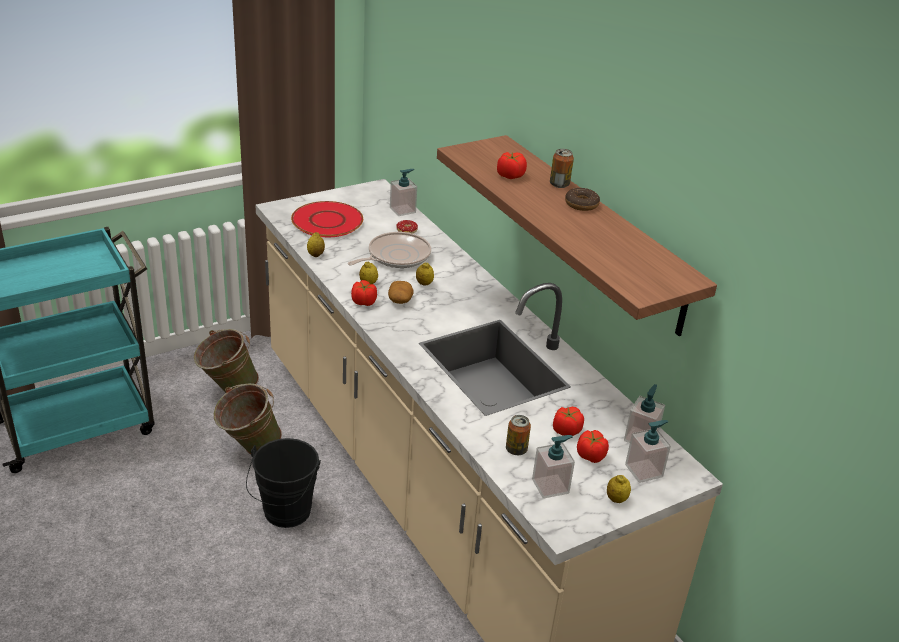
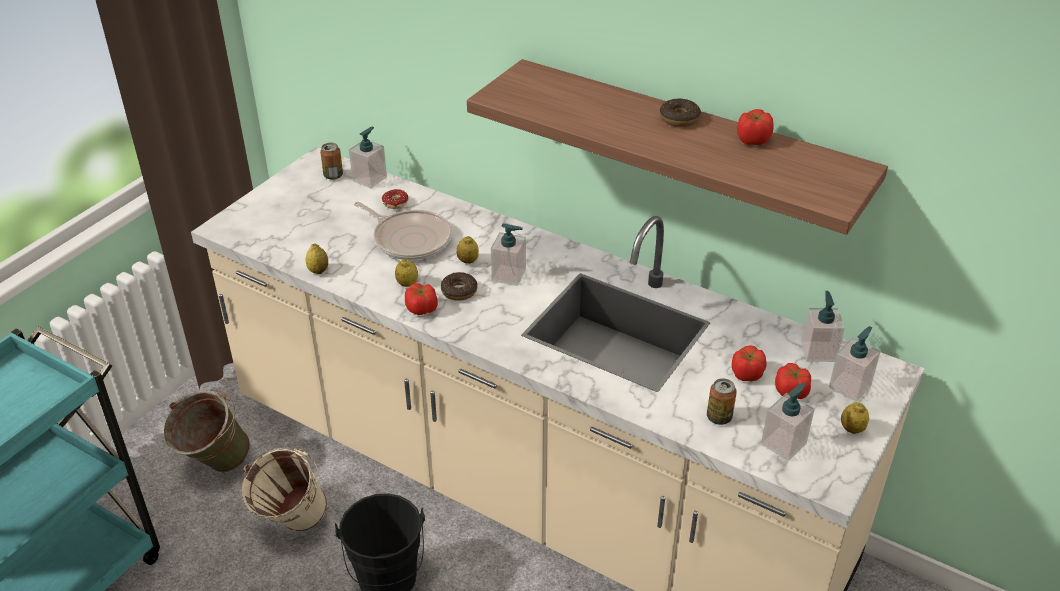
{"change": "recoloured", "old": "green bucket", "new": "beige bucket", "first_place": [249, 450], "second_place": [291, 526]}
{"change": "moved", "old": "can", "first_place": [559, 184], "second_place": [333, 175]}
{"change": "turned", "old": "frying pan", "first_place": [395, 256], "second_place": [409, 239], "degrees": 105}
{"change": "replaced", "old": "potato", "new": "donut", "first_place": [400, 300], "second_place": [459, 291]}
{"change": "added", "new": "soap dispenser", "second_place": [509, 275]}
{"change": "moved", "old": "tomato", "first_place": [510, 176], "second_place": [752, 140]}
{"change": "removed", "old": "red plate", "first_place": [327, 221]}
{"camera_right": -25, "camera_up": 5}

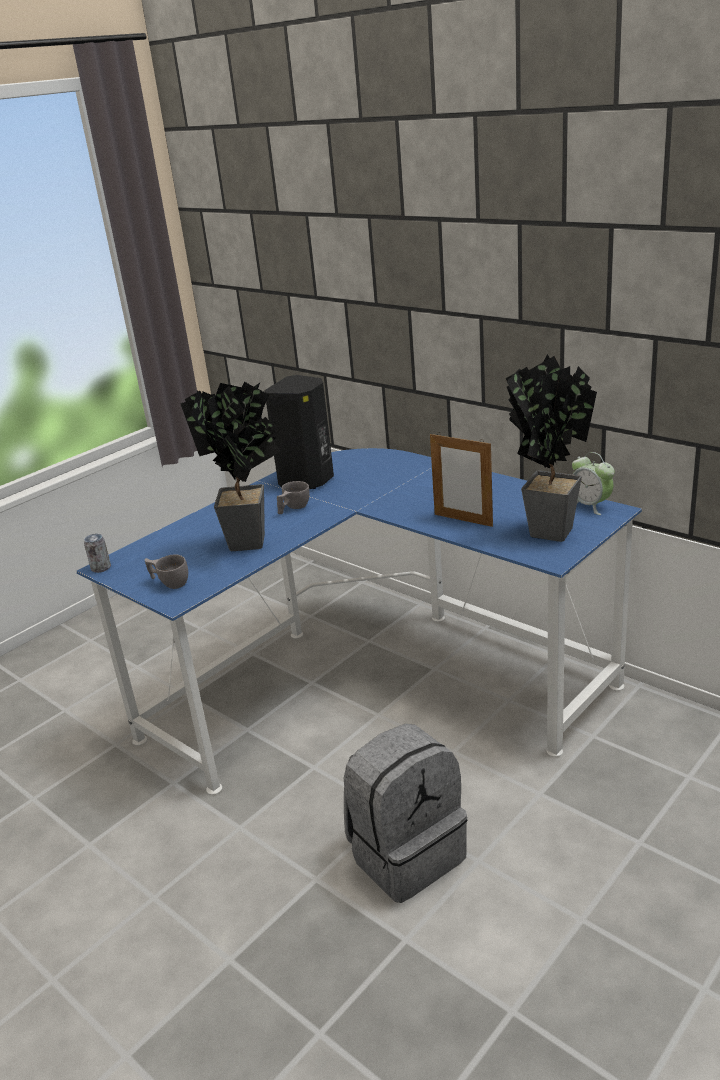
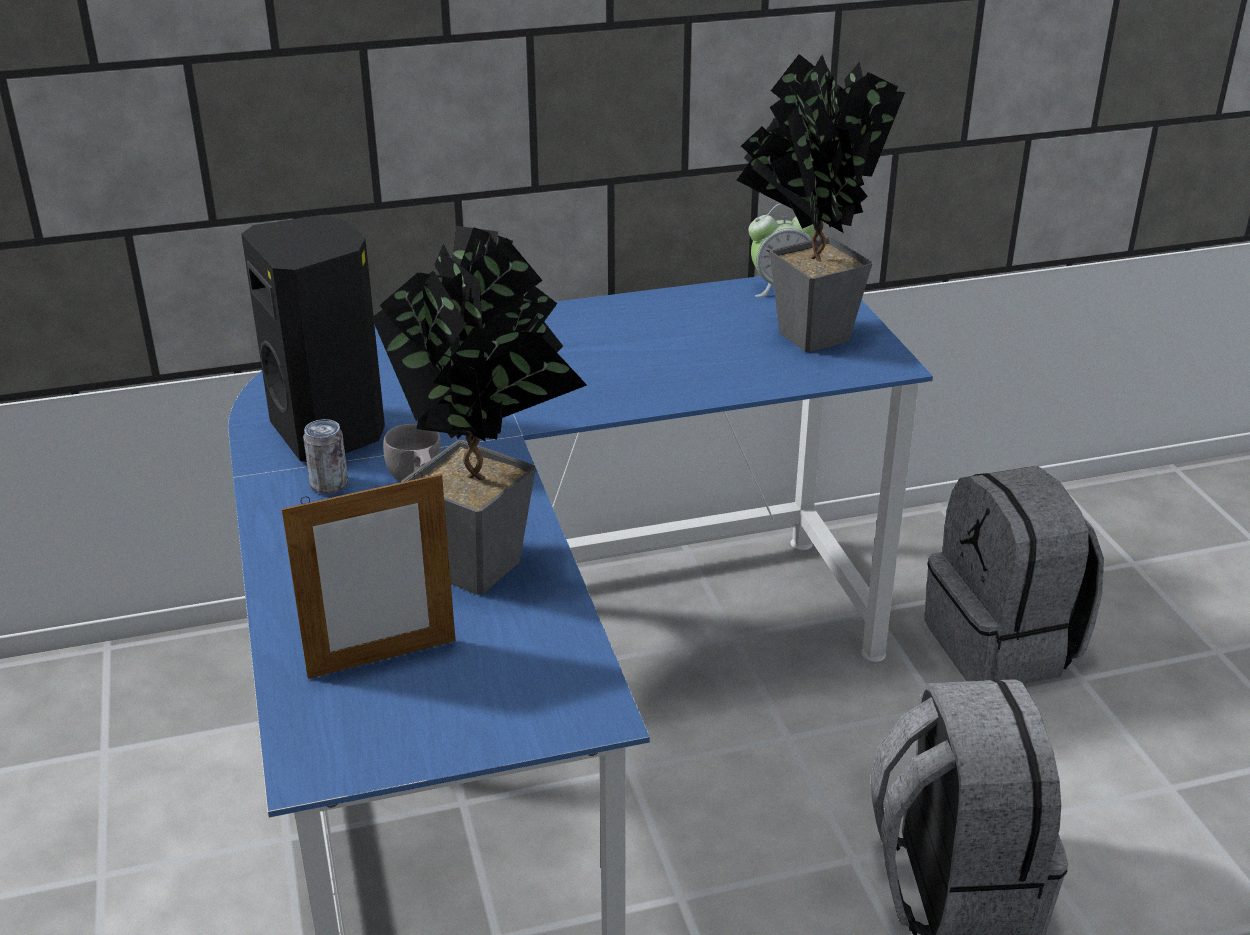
{"change": "moved", "old": "picture frame", "first_place": [463, 520], "second_place": [382, 658]}
{"change": "moved", "old": "can", "first_place": [101, 568], "second_place": [329, 484]}
{"change": "added", "new": "grey backpack", "second_place": [1003, 645]}
{"change": "removed", "old": "grey cup", "first_place": [169, 582]}
{"camera_right": -60, "camera_up": 5}

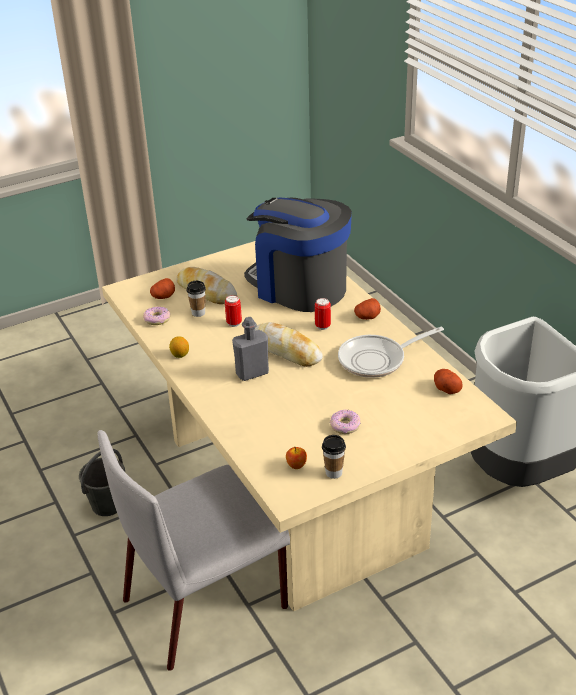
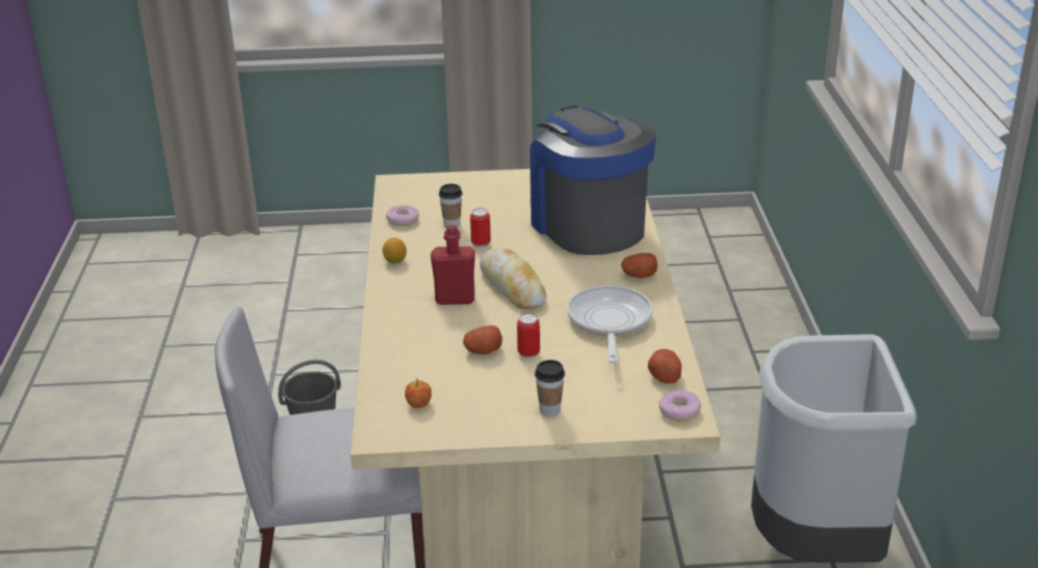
{"change": "recoloured", "old": "grey bottle", "new": "red bottle", "first_place": [252, 373], "second_place": [455, 299]}
{"change": "moved", "old": "potato", "first_place": [163, 296], "second_place": [483, 351]}
{"change": "moved", "old": "can", "first_place": [322, 326], "second_place": [528, 354]}
{"change": "moved", "old": "cup", "first_place": [333, 472], "second_place": [550, 409]}
{"change": "turned", "old": "frying pan", "first_place": [377, 360], "second_place": [609, 323], "degrees": 90}
{"change": "moved", "old": "donut", "first_place": [345, 426], "second_place": [680, 411]}
{"change": "removed", "old": "bread", "first_place": [206, 291]}
{"camera_right": 25, "camera_up": -5}

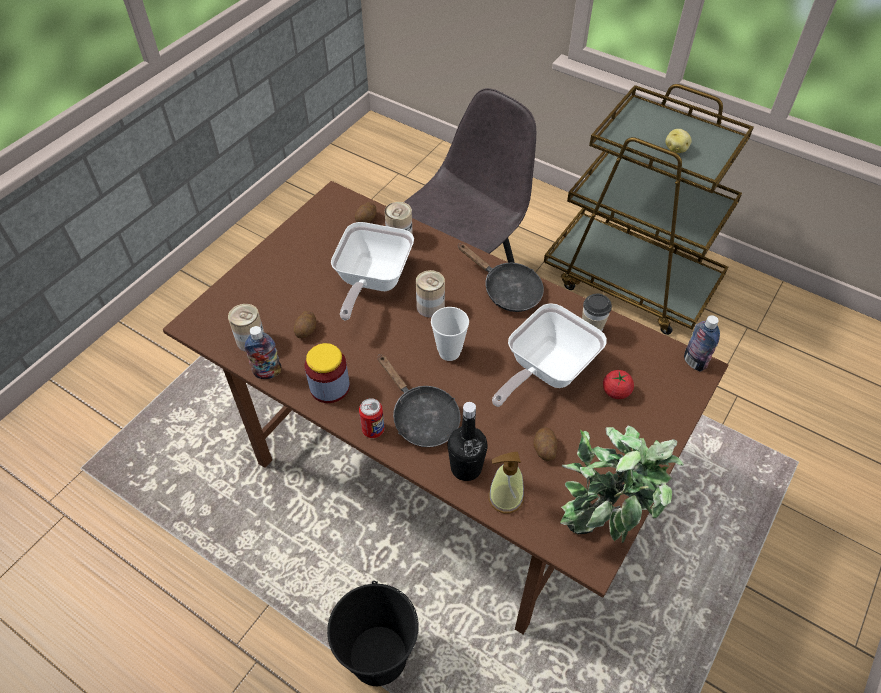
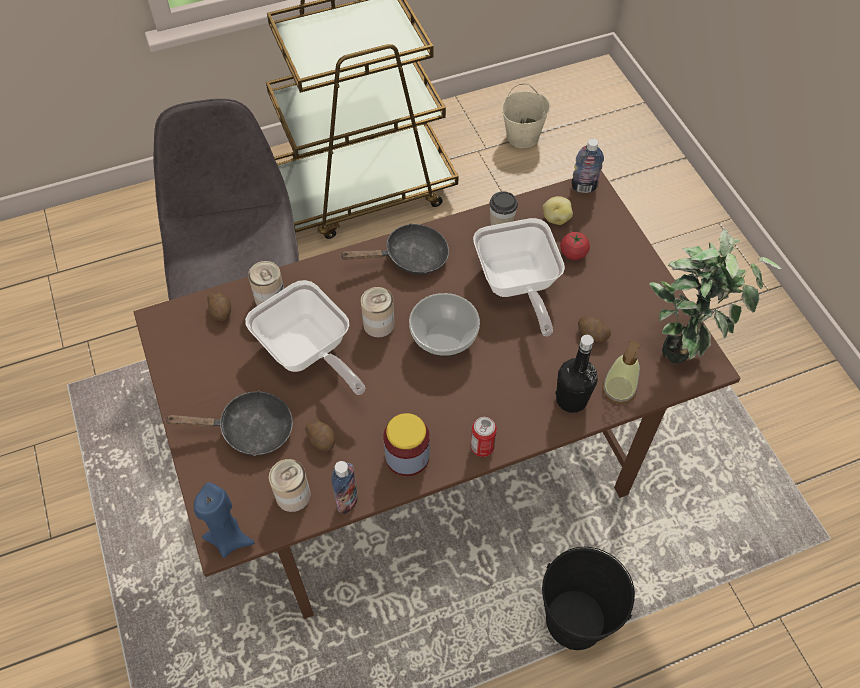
{"change": "moved", "old": "black frying pan", "first_place": [421, 417], "second_place": [249, 430]}
{"change": "added", "new": "blue candle", "second_place": [229, 538]}
{"change": "replaced", "old": "cup", "new": "bowl", "first_place": [449, 352], "second_place": [443, 341]}
{"change": "added", "new": "beige bucket", "second_place": [523, 136]}
{"change": "moved", "old": "potato", "first_place": [676, 149], "second_place": [556, 218]}
{"camera_right": -55, "camera_up": 5}

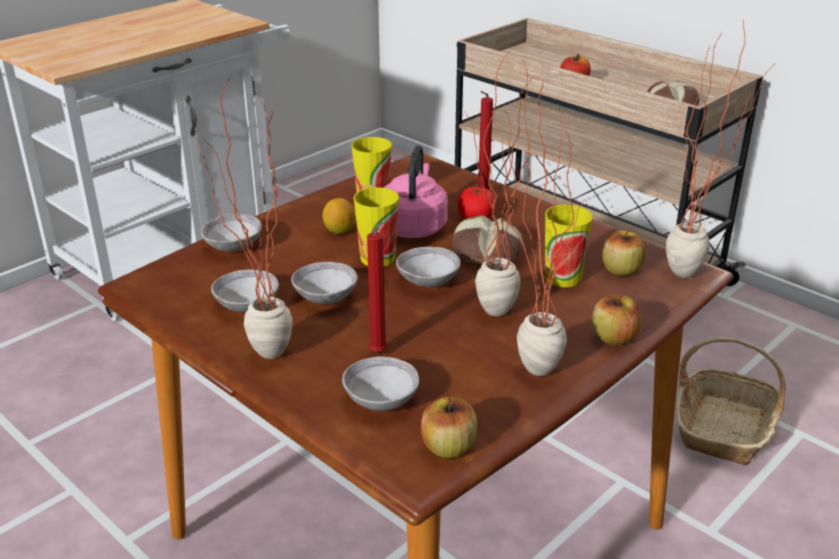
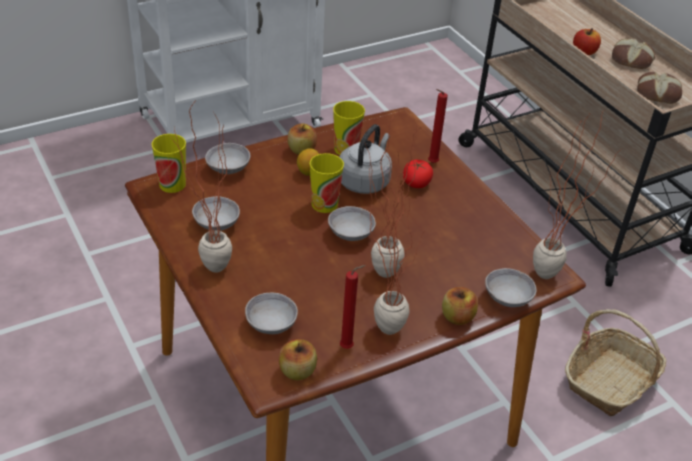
{"change": "moved", "old": "cup", "first_place": [562, 277], "second_place": [172, 184]}
{"change": "moved", "old": "apple", "first_place": [621, 270], "second_place": [301, 150]}
{"change": "recoloured", "old": "pink kettle", "new": "grey kettle", "first_place": [414, 226], "second_place": [365, 181]}
{"change": "moved", "old": "red candle", "first_place": [381, 352], "second_place": [348, 347]}
{"change": "moved", "old": "grey bowl", "first_place": [325, 297], "second_place": [507, 298]}
{"change": "moved", "old": "bread", "first_place": [486, 251], "second_place": [631, 60]}
{"camera_right": 15, "camera_up": 10}

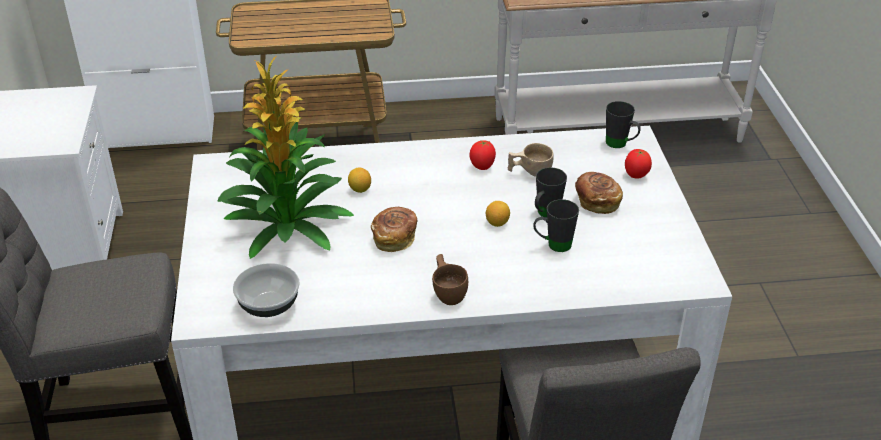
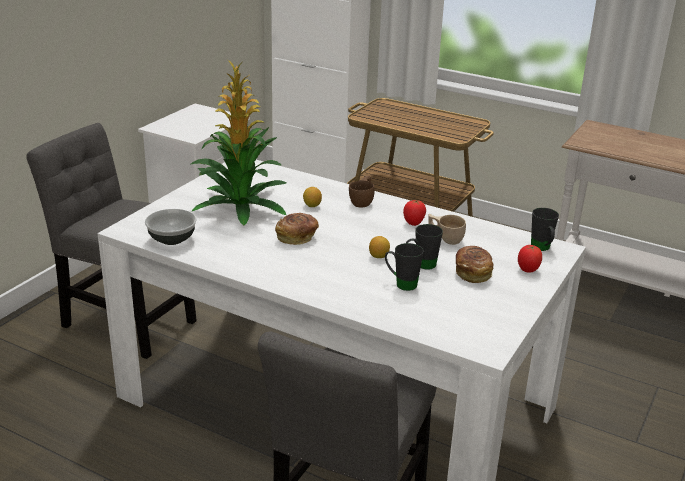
{"change": "moved", "old": "brown cup", "first_place": [448, 291], "second_place": [363, 201]}
{"camera_right": 35, "camera_up": -10}

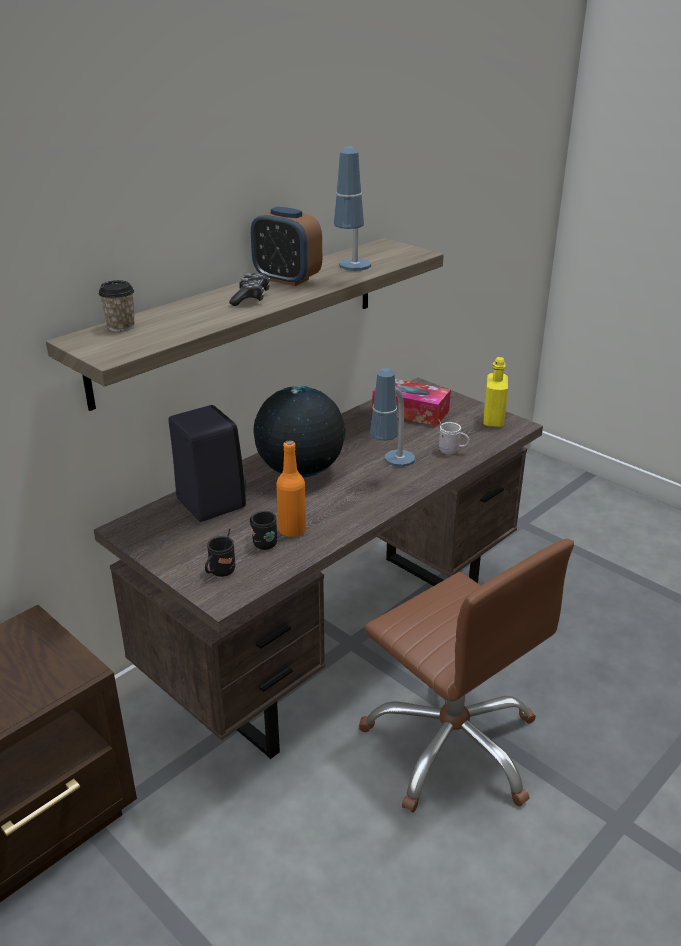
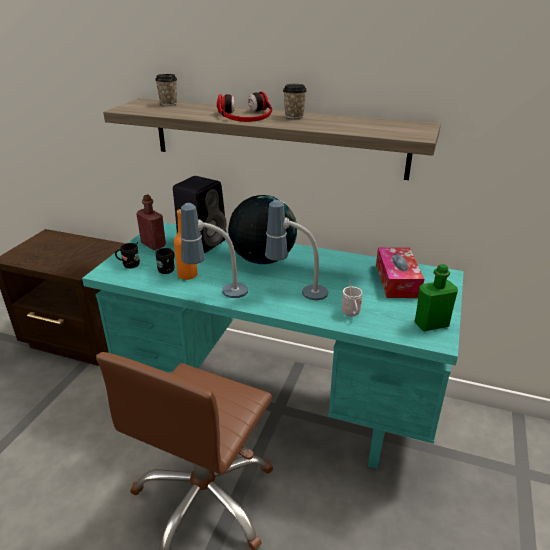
{"change": "recoloured", "old": "brown desk", "new": "turquoise desk", "first_place": [340, 641], "second_place": [277, 402]}
{"change": "added", "new": "red bottle", "second_place": [153, 245]}
{"change": "moved", "old": "table lamp", "first_place": [352, 273], "second_place": [217, 294]}
{"change": "replaced", "old": "game controller", "new": "headphones", "first_place": [251, 298], "second_place": [246, 115]}
{"change": "replaced", "old": "alarm clock", "new": "cup", "first_place": [287, 279], "second_place": [294, 116]}
{"change": "recoloured", "old": "yellow bottle", "new": "green bottle", "first_place": [493, 420], "second_place": [431, 324]}
{"camera_right": 65, "camera_up": 0}

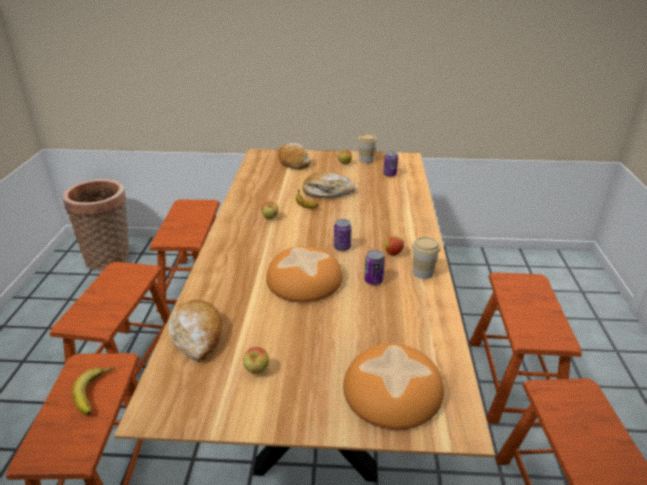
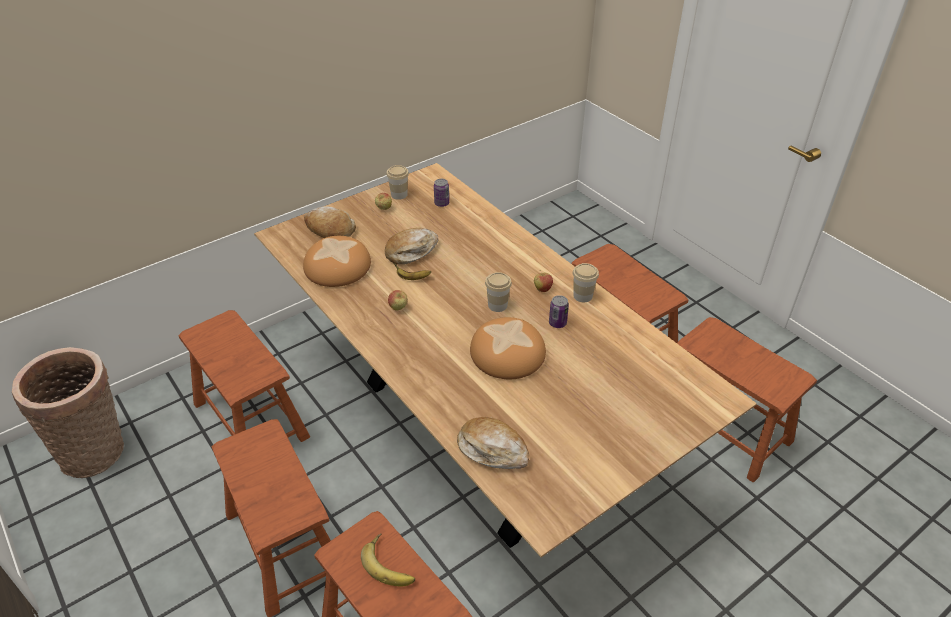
{"change": "moved", "old": "bread", "first_place": [393, 390], "second_place": [337, 266]}
{"change": "replaced", "old": "can", "new": "cup", "first_place": [342, 247], "second_place": [497, 305]}
{"change": "removed", "old": "apple", "first_place": [257, 371]}
{"camera_right": -40, "camera_up": 10}

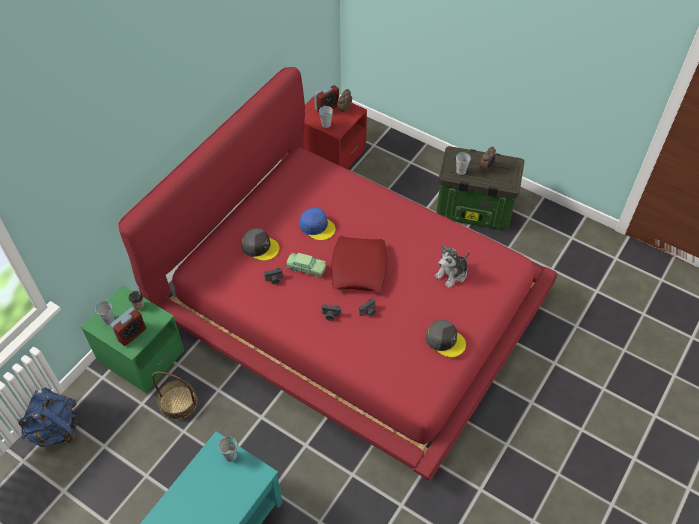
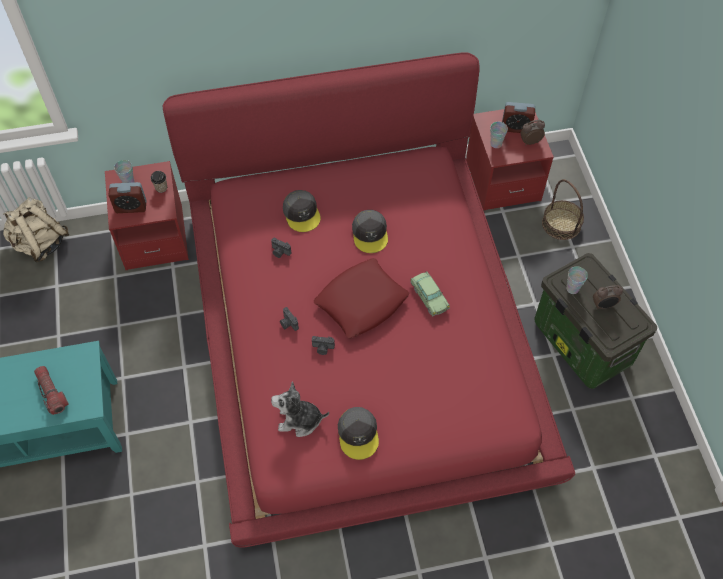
{"change": "recoloured", "old": "blue backpack", "new": "beige backpack", "first_place": [56, 429], "second_place": [40, 244]}
{"change": "added", "new": "flashlight", "second_place": [52, 393]}
{"change": "recoloured", "old": "green nightstand", "new": "red nightstand", "first_place": [141, 356], "second_place": [154, 237]}
{"change": "moved", "old": "plush toy", "first_place": [452, 274], "second_place": [299, 420]}
{"change": "recoloured", "old": "blue cap", "new": "grey cap", "first_place": [317, 226], "second_place": [370, 234]}
{"change": "moved", "old": "toy car", "first_place": [306, 268], "second_place": [429, 297]}
{"change": "moved", "old": "basket", "first_place": [178, 402], "second_place": [561, 224]}
{"change": "removed", "old": "cup", "first_place": [230, 456]}
{"camera_right": 45, "camera_up": 5}

